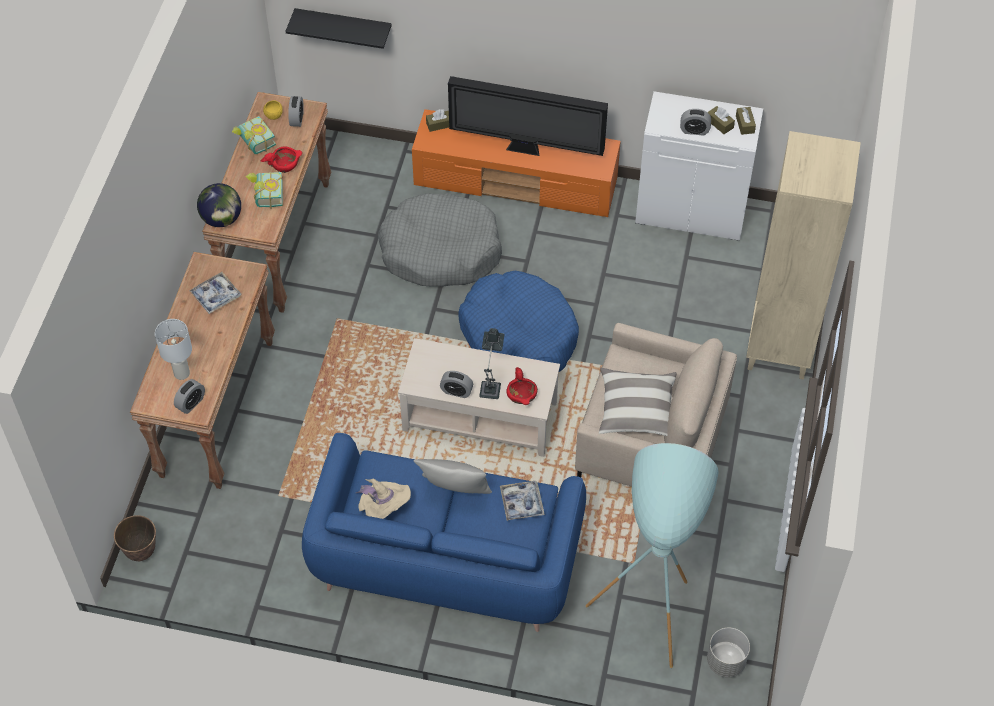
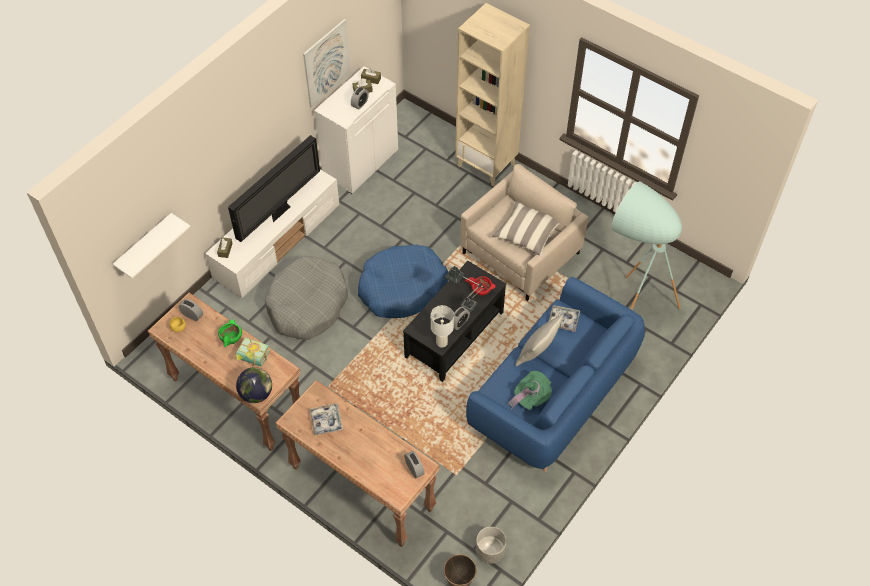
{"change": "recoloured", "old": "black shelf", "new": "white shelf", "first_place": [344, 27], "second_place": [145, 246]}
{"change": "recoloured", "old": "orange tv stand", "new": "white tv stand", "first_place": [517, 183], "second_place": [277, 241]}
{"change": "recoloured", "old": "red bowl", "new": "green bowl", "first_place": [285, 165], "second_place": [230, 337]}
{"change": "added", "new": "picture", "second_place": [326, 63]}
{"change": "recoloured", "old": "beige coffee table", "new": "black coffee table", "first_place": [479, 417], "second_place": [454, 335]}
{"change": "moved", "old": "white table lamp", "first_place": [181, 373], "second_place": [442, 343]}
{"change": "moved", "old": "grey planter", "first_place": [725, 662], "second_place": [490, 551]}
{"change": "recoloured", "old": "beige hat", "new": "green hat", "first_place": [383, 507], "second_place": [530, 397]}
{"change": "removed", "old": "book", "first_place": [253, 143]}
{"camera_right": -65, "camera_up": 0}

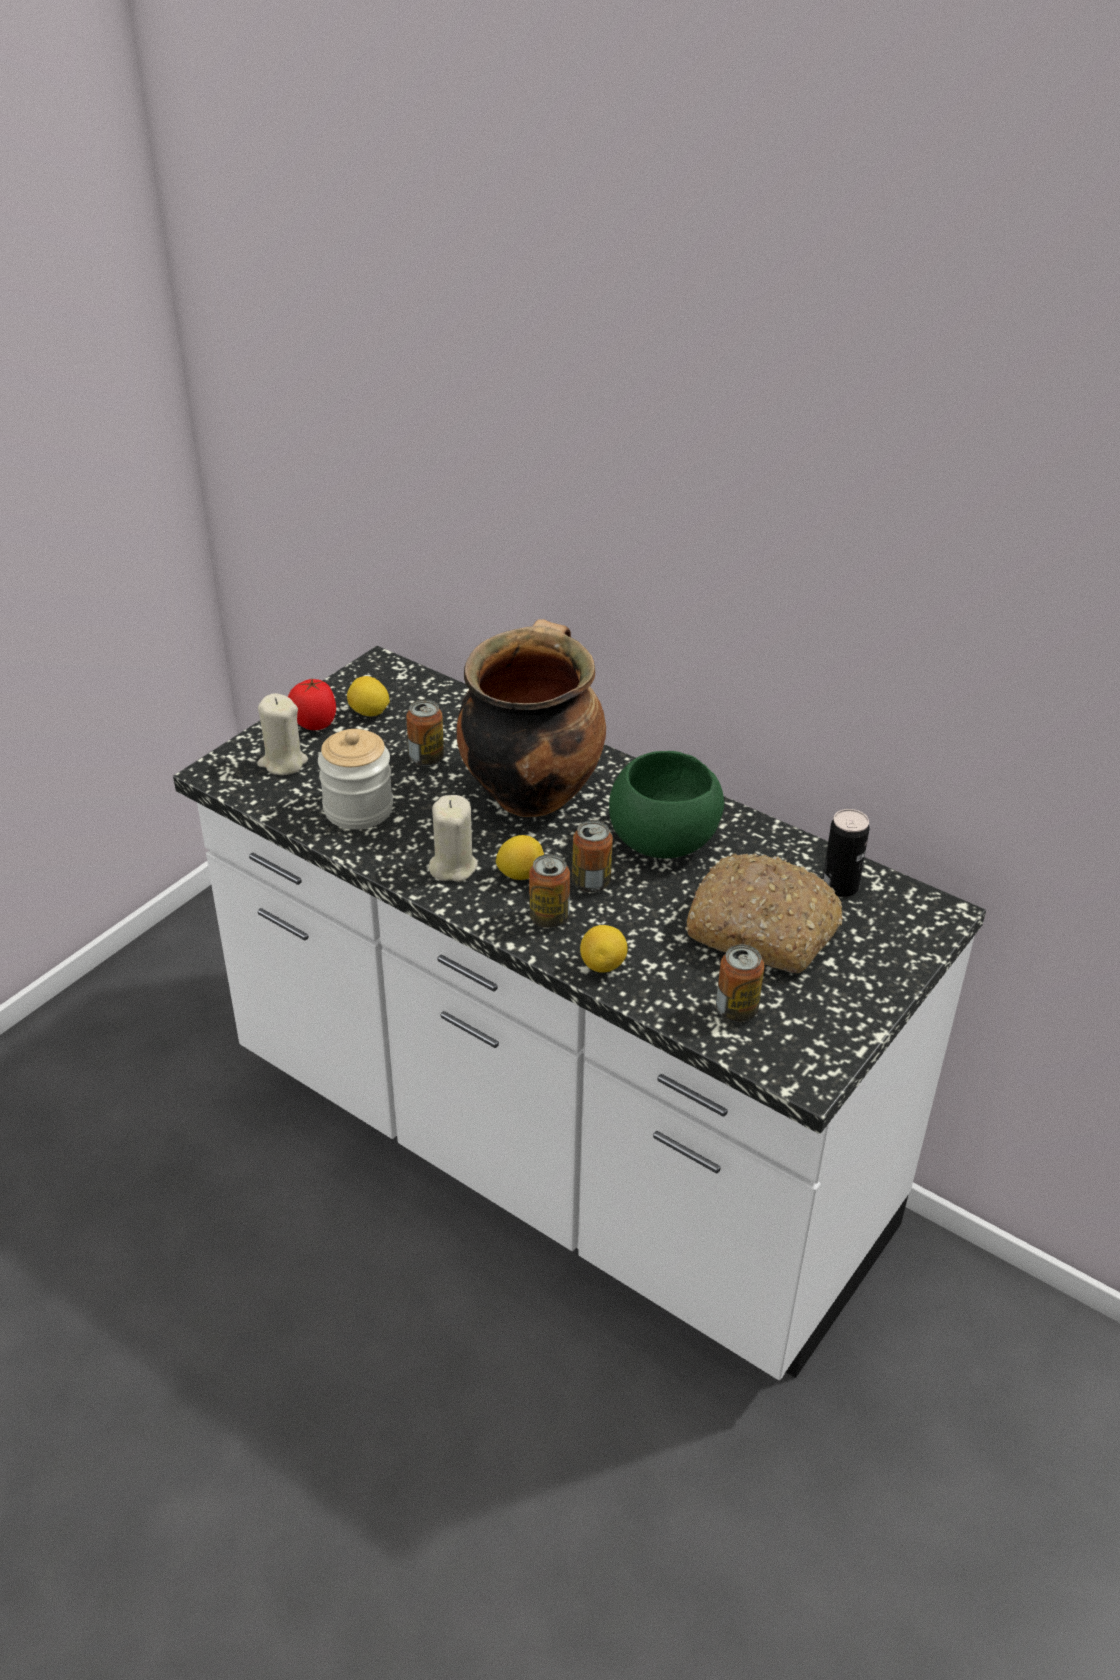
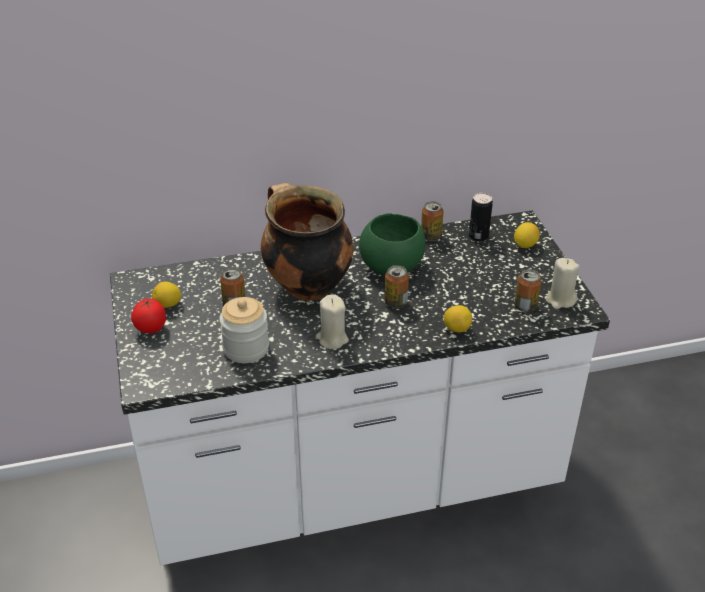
{"change": "moved", "old": "can", "first_place": [549, 917], "second_place": [431, 236]}
{"change": "moved", "old": "lemon", "first_place": [520, 874], "second_place": [525, 245]}
{"change": "moved", "old": "beige candle", "first_place": [283, 762], "second_place": [560, 300]}
{"change": "removed", "old": "bread", "first_place": [764, 928]}
{"camera_right": -50, "camera_up": 0}

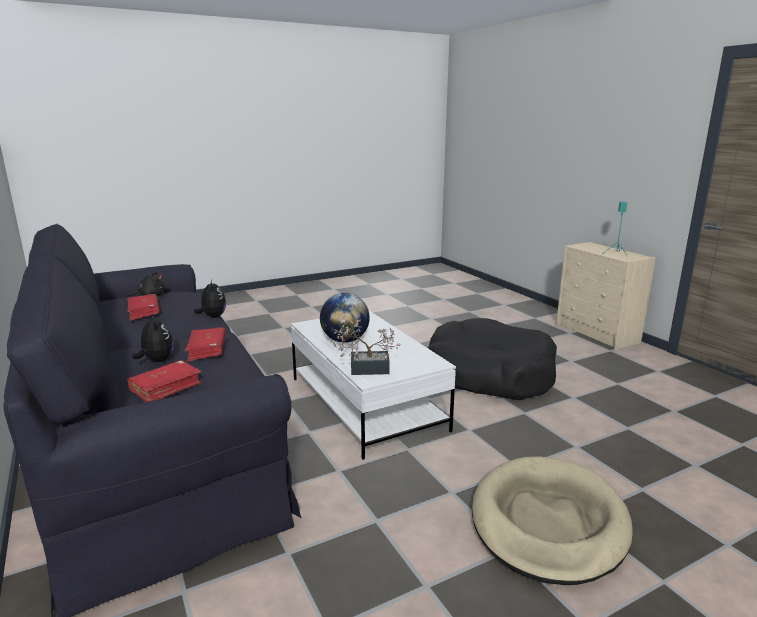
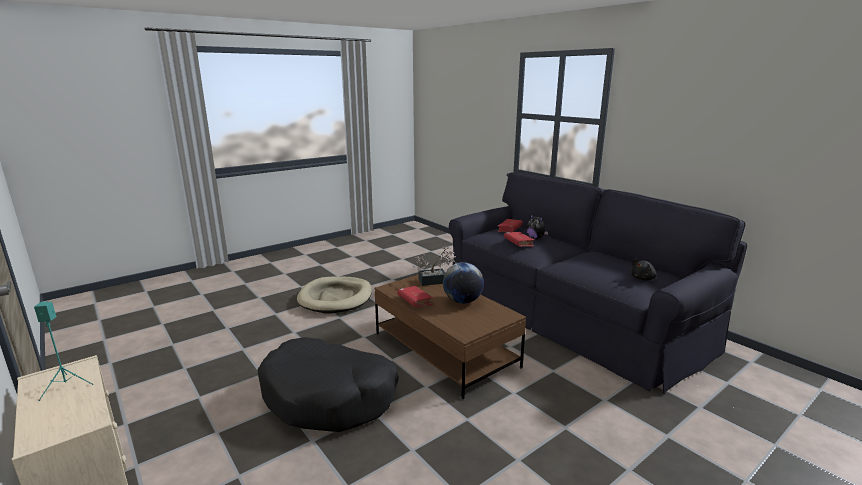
{"change": "recoloured", "old": "white coffee table", "new": "brown coffee table", "first_place": [365, 403], "second_place": [445, 350]}
{"change": "moved", "old": "red book", "first_place": [144, 312], "second_place": [415, 301]}
{"change": "removed", "old": "plush toy", "first_place": [213, 316]}
{"camera_right": 170, "camera_up": 0}

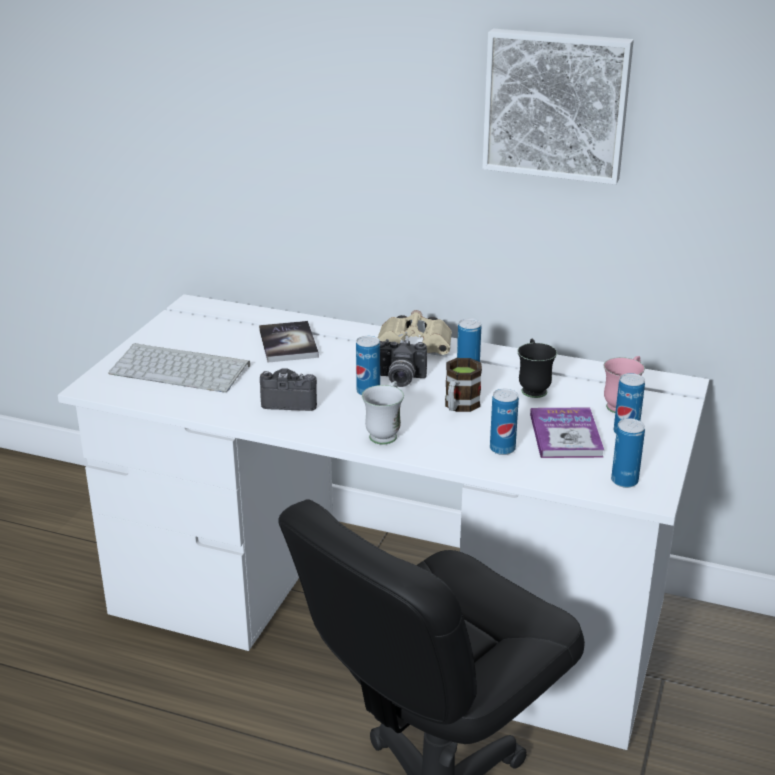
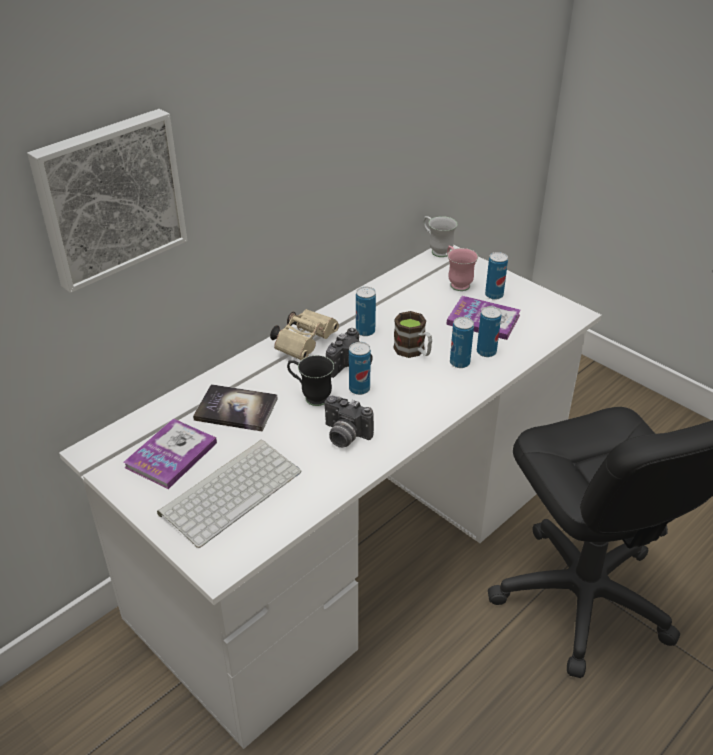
{"change": "moved", "old": "picture", "first_place": [556, 104], "second_place": [109, 197]}
{"change": "added", "new": "book", "second_place": [171, 455]}
{"change": "moved", "old": "black mug", "first_place": [533, 388], "second_place": [311, 397]}
{"change": "turned", "old": "photo camera", "first_place": [290, 401], "second_place": [344, 436], "degrees": -90}
{"change": "moved", "old": "white mug", "first_place": [385, 433], "second_place": [436, 250]}
{"change": "moved", "old": "can", "first_place": [624, 481], "second_place": [459, 363]}
{"camera_right": -65, "camera_up": 10}

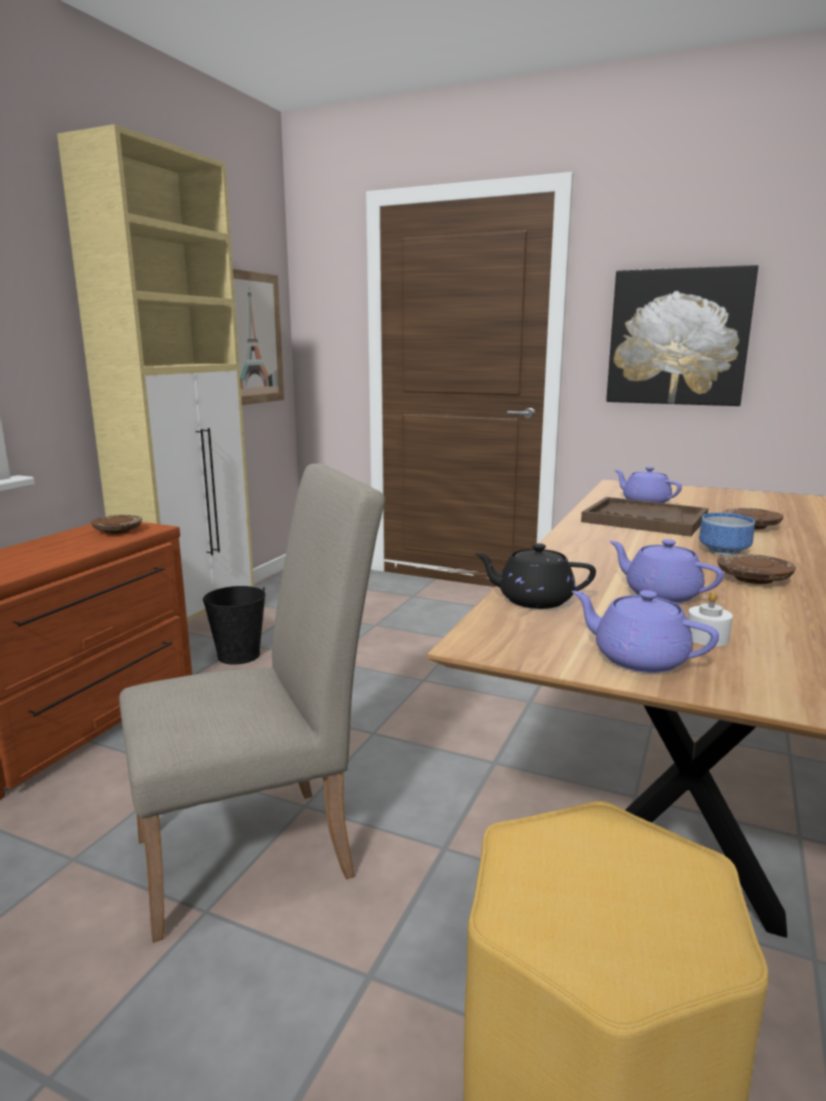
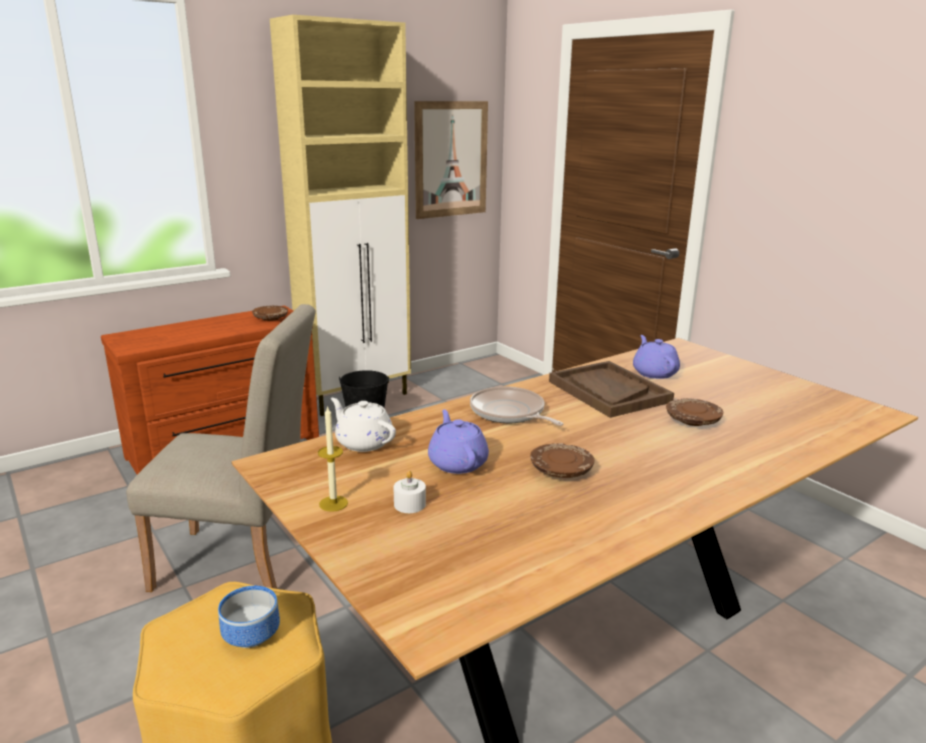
{"change": "moved", "old": "bowl", "first_place": [726, 551], "second_place": [253, 637]}
{"change": "replaced", "old": "purple teapot", "new": "candle", "first_place": [638, 658], "second_place": [333, 503]}
{"change": "recoloured", "old": "black teapot", "new": "white teapot", "first_place": [533, 600], "second_place": [363, 442]}
{"change": "added", "new": "frying pan", "second_place": [509, 413]}
{"change": "removed", "old": "picture", "first_place": [678, 337]}
{"camera_right": 30, "camera_up": 5}

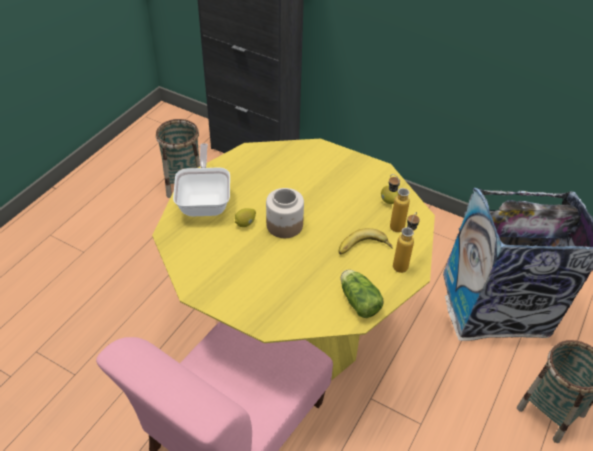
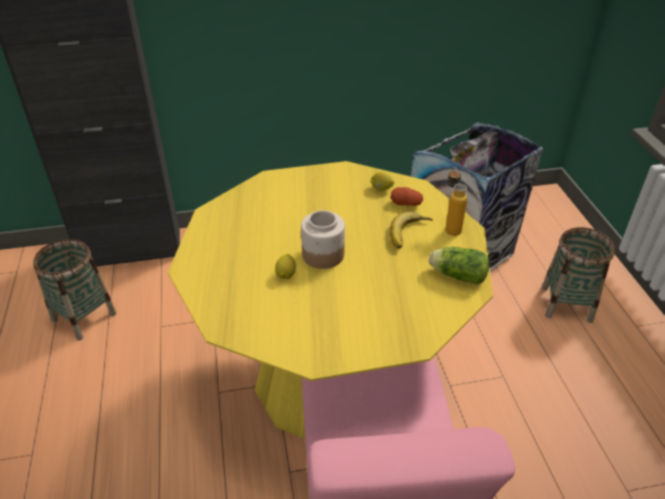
{"change": "replaced", "old": "bottle", "new": "potato", "first_place": [392, 224], "second_place": [406, 203]}
{"change": "removed", "old": "frying pan", "first_place": [205, 201]}
{"camera_right": -40, "camera_up": -5}

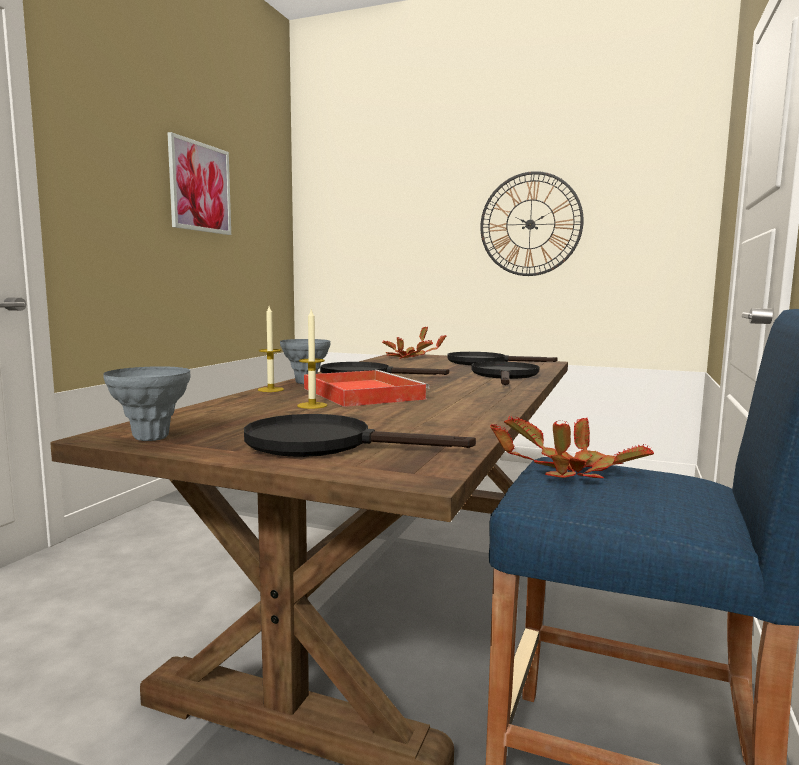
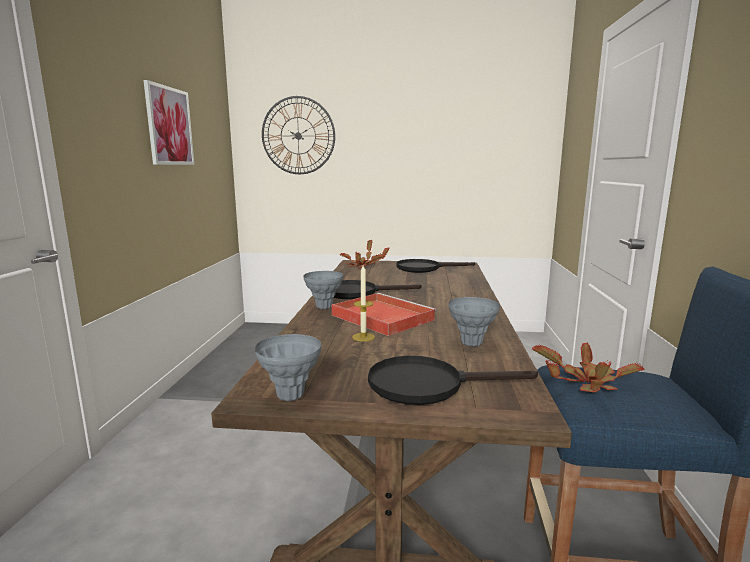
{"change": "moved", "old": "wall clock", "first_place": [530, 224], "second_place": [298, 135]}
{"change": "added", "new": "grey vase", "second_place": [471, 343]}
{"change": "removed", "old": "candle", "first_place": [271, 389]}
{"change": "removed", "old": "black frying pan", "first_place": [505, 376]}
{"camera_right": -15, "camera_up": 5}

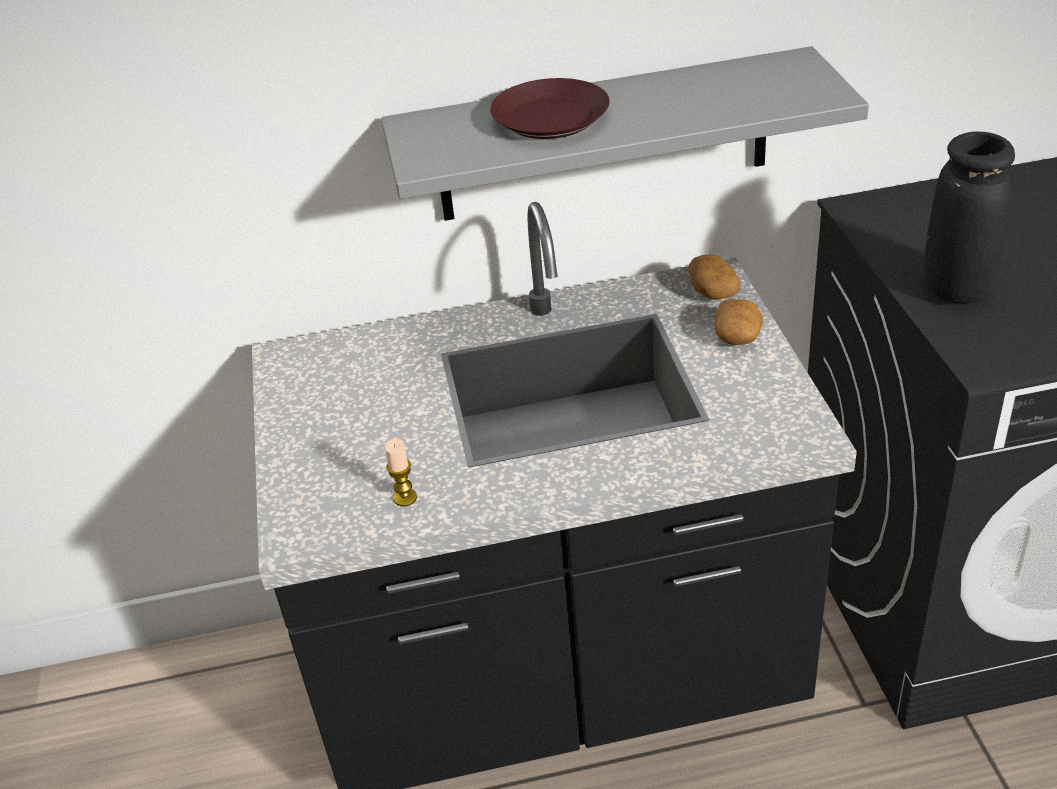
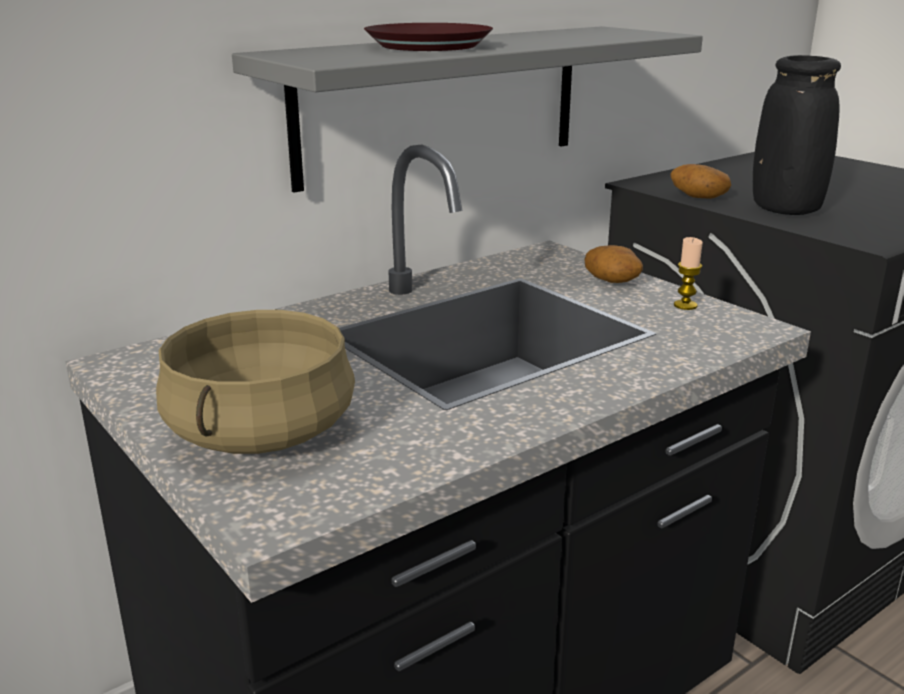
{"change": "added", "new": "beige cooking pot", "second_place": [260, 431]}
{"change": "moved", "old": "potato", "first_place": [712, 291], "second_place": [697, 197]}
{"change": "moved", "old": "candle", "first_place": [405, 498], "second_place": [685, 305]}
{"camera_right": -30, "camera_up": -15}

